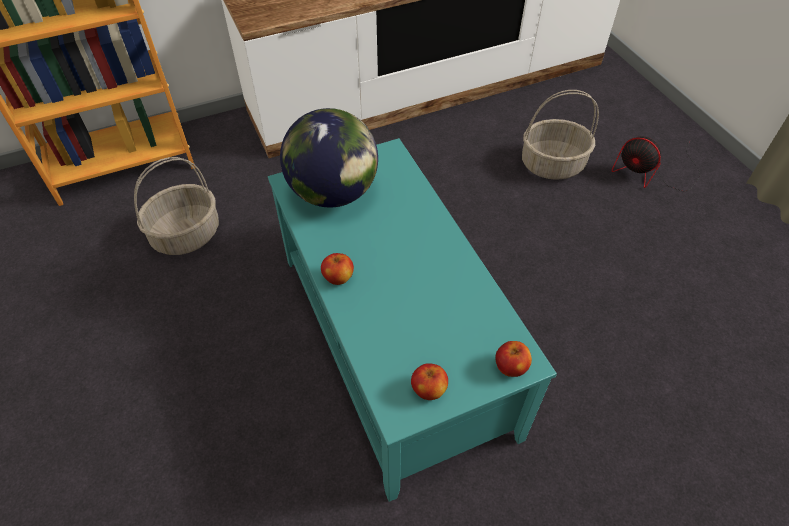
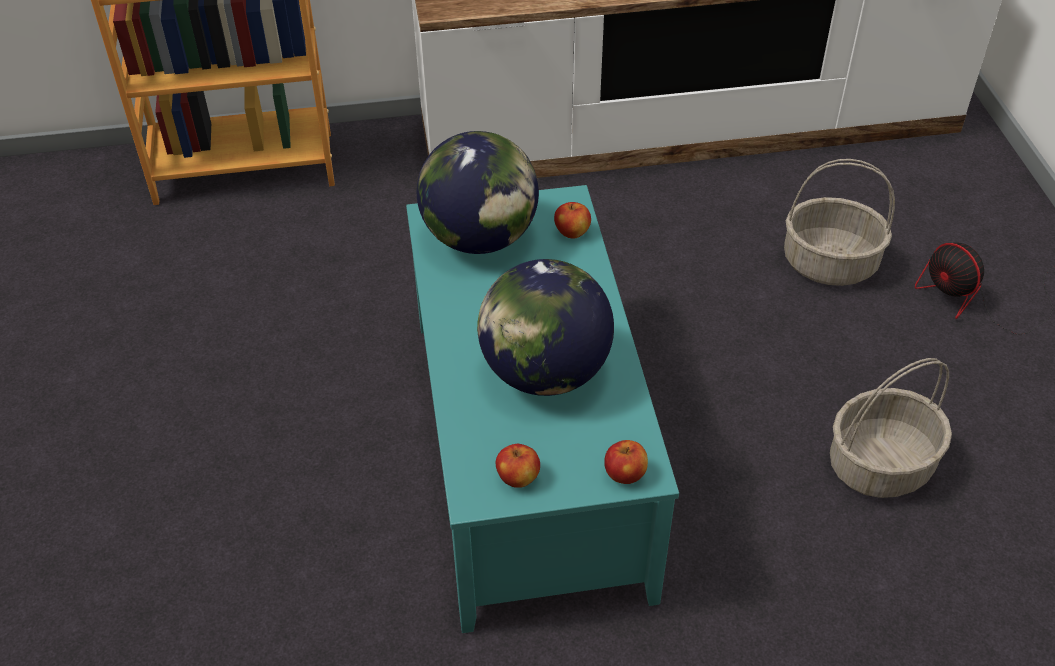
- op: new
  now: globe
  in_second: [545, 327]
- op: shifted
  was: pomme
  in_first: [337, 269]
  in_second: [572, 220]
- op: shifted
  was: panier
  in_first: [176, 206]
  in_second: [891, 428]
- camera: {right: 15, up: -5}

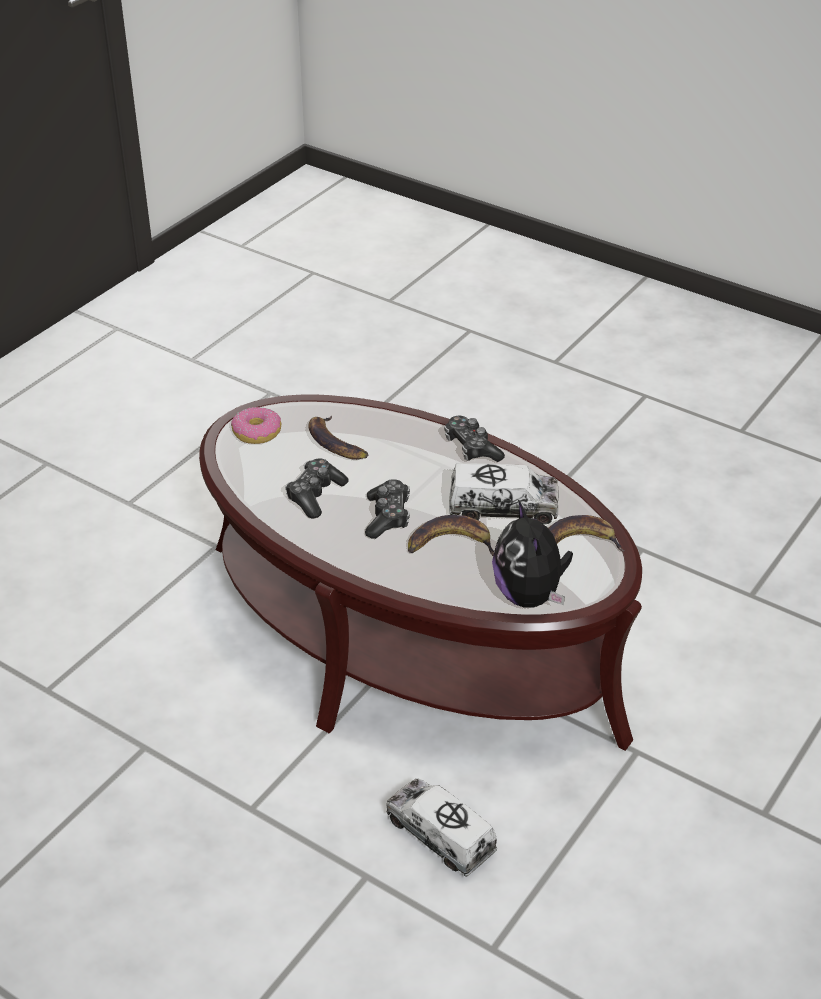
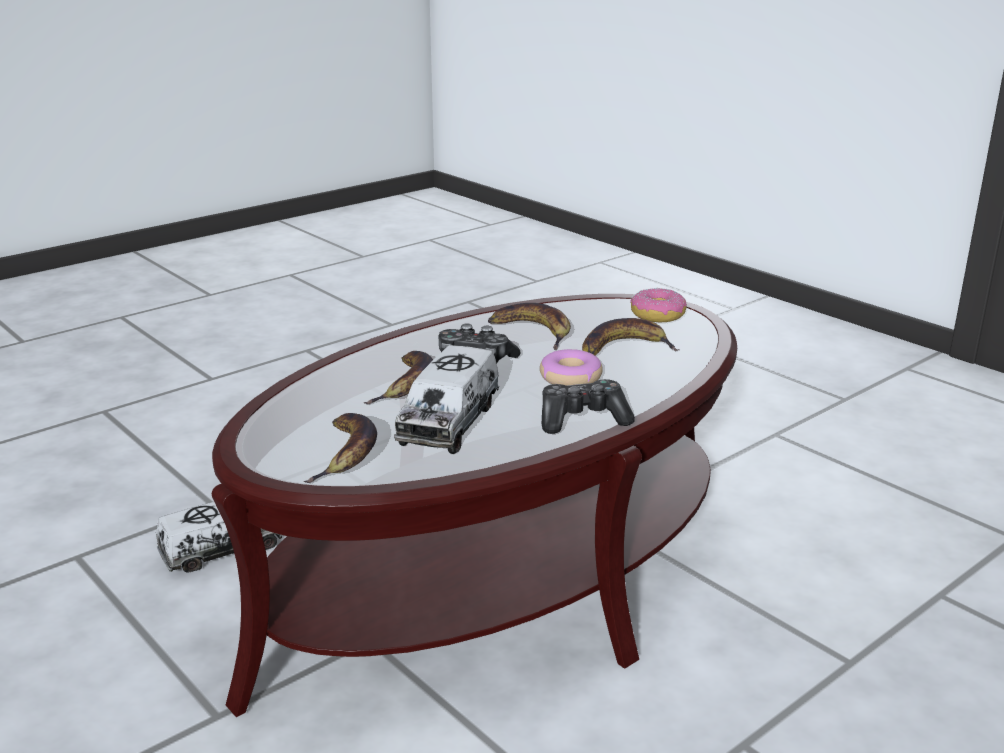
- op: swapped
  was: manette
  now: banane
  in_first: [317, 488]
  in_second: [529, 326]
- op: new
  now: beignet
  in_second: [571, 367]
- op: gone
  was: peluche
  in_first: [532, 554]
- camera: {right: 105, up: -15}

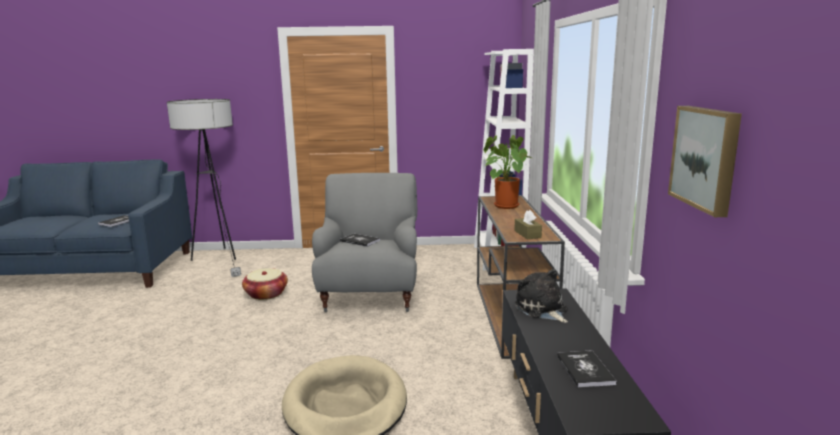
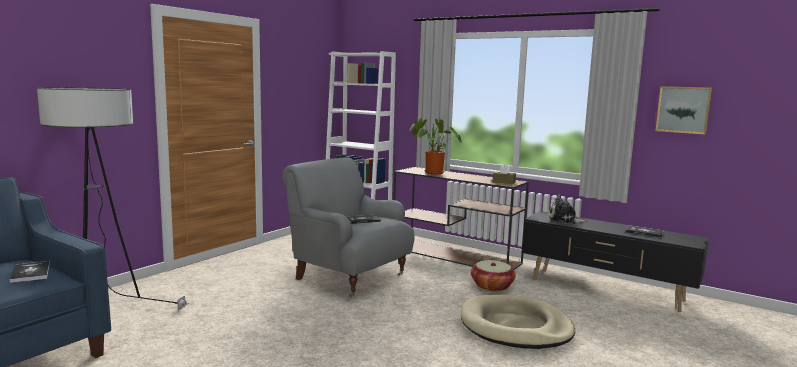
- op: shifted
  was: panier
  in_first: [265, 284]
  in_second: [493, 275]
- camera: {right: -55, up: -5}

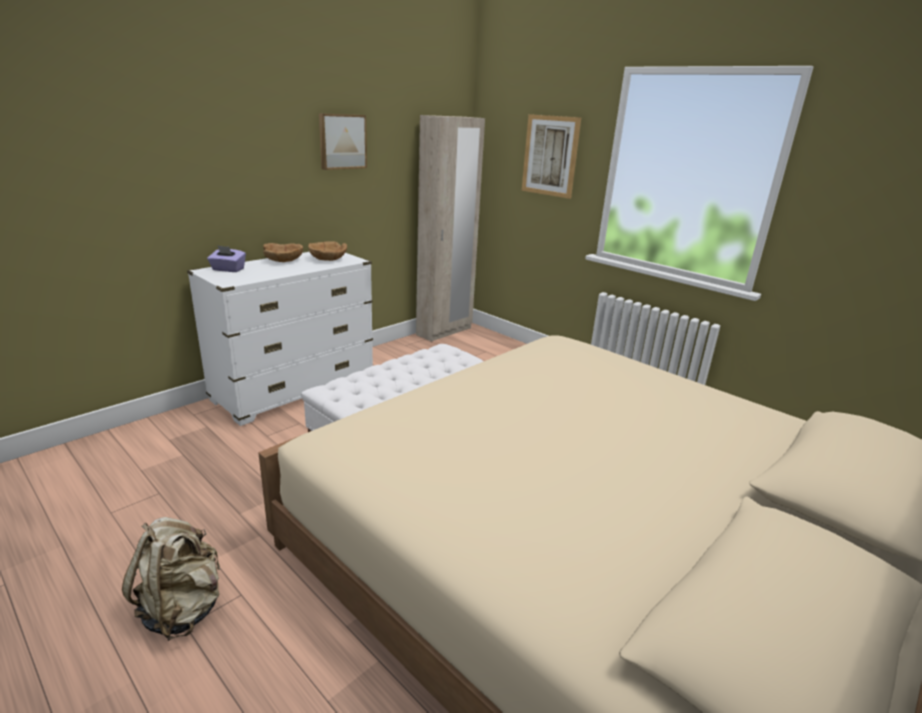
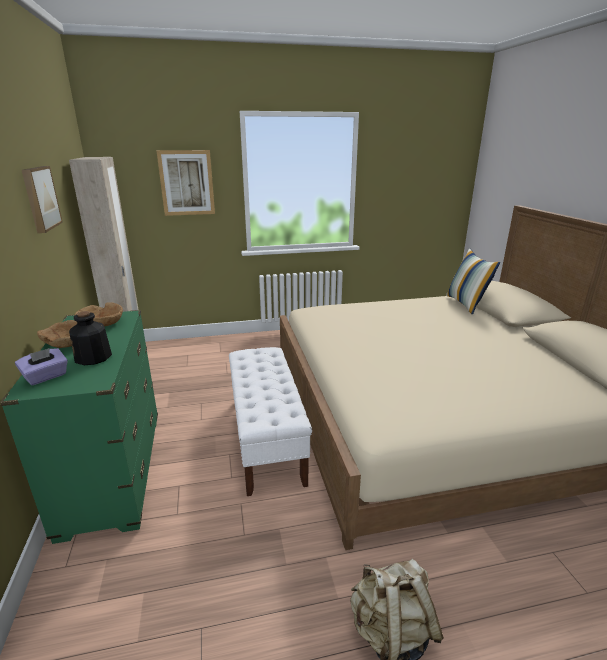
- op: repainted
  was: commode/blanc
  now: commode/vert
  in_first: [280, 339]
  in_second: [79, 427]
- op: new
  now: bouteille
  in_second: [90, 338]
- op: new
  now: coussin
  in_second: [473, 281]
- camera: {right: -55, up: 0}

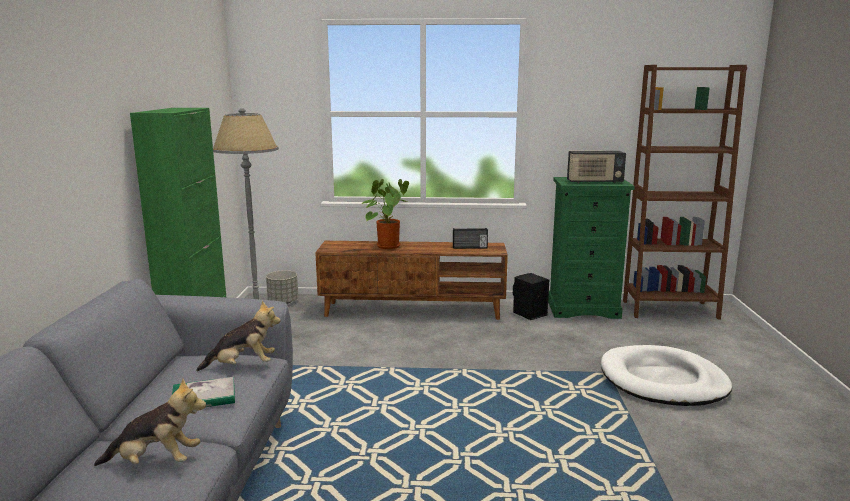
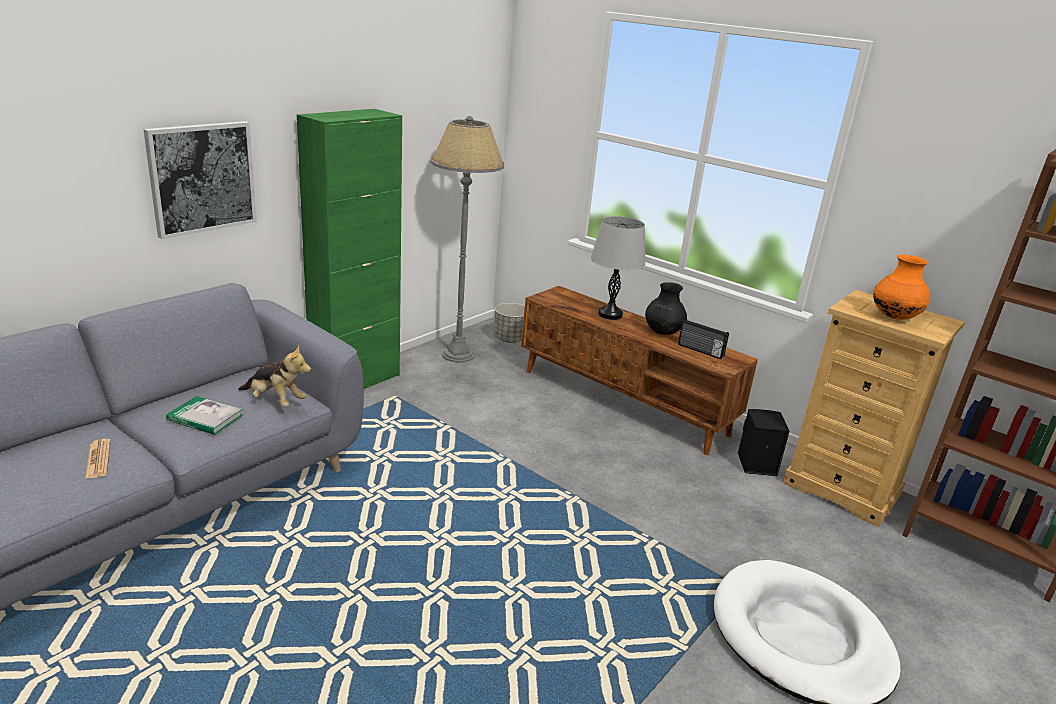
- op: swapped
  was: peluche
  now: journal
  in_first: [150, 422]
  in_second: [98, 458]
- op: new
  now: tableau
  in_second: [200, 180]
- op: swapped
  was: plante en pot
  now: lampe de table/gris
  in_first: [385, 214]
  in_second: [618, 268]
- op: new
  now: vase/noir
  in_second: [666, 308]
- op: repainted
  was: commode/vert
  now: commode/beige
  in_first: [591, 248]
  in_second: [874, 408]
- op: swapped
  was: radio
  now: vase/orange
  in_first: [596, 167]
  in_second: [901, 287]
- camera: {right: 35, up: 10}

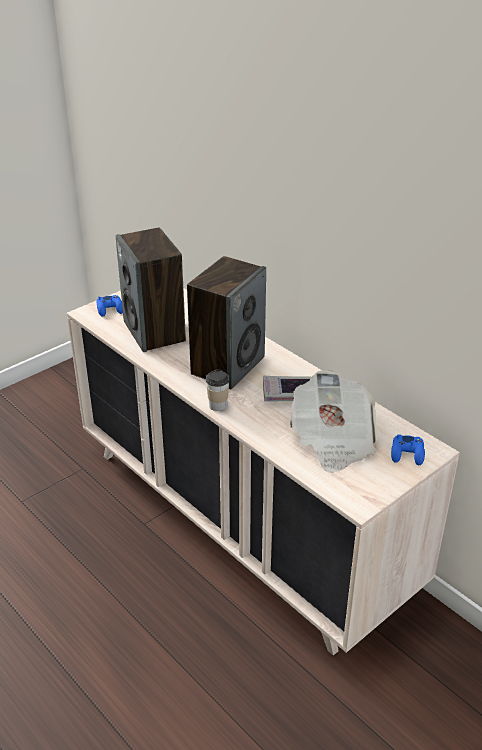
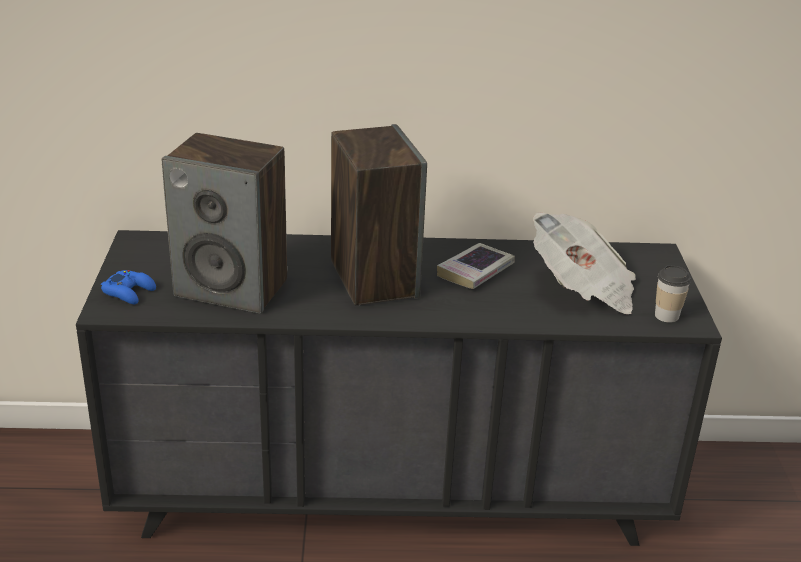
- op: repainted
  was: commode/beige
  now: commode/noir
  in_first: [263, 471]
  in_second: [399, 388]
- op: shifted
  was: tasse
  in_first: [218, 390]
  in_second: [673, 294]
- op: gone
  was: manette/bleu
  in_first: [408, 449]
- camera: {right: -50, up: -5}

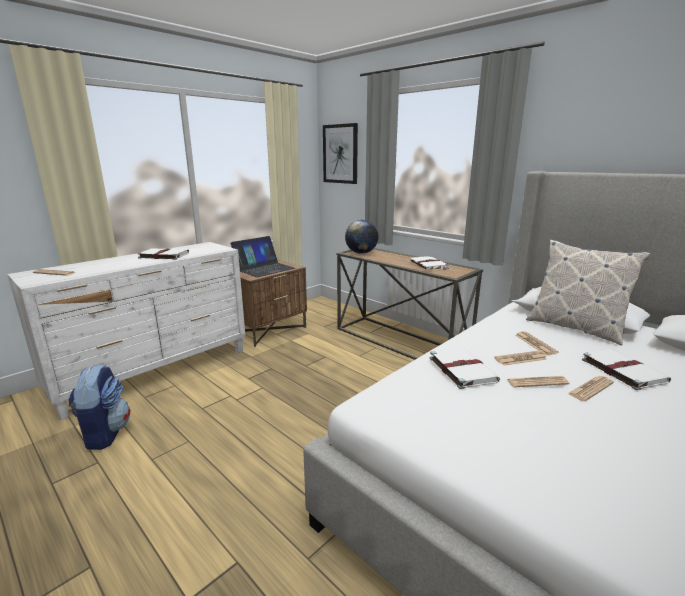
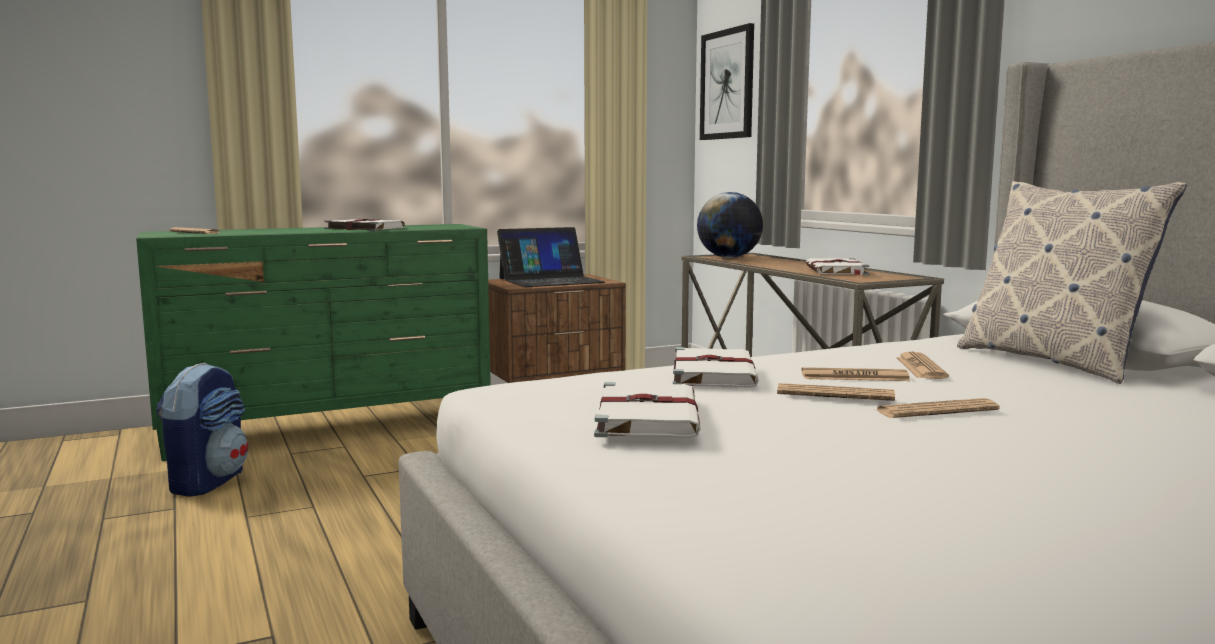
- op: repainted
  was: commode/blanc
  now: commode/vert
  in_first: [126, 331]
  in_second: [313, 342]
- op: shifted
  was: livre/blanc
  in_first: [626, 369]
  in_second: [647, 410]
- camera: {right: 20, up: -10}

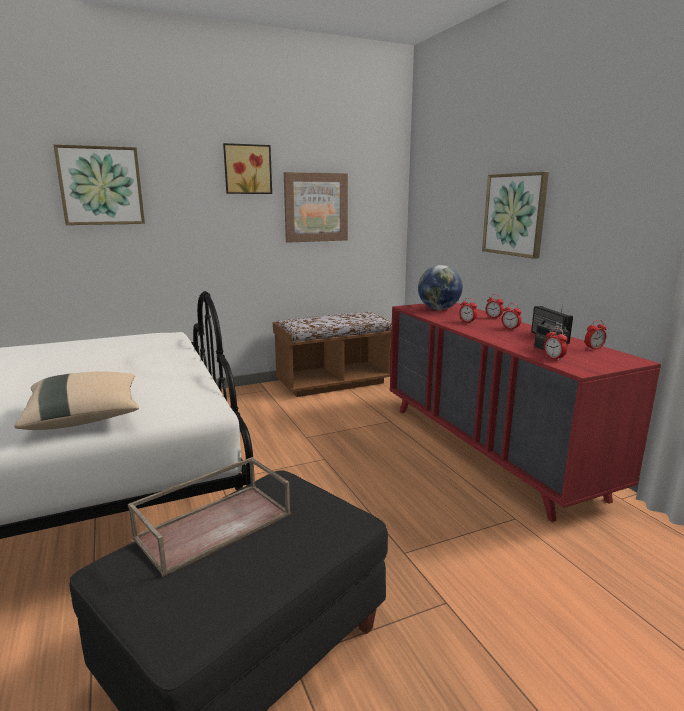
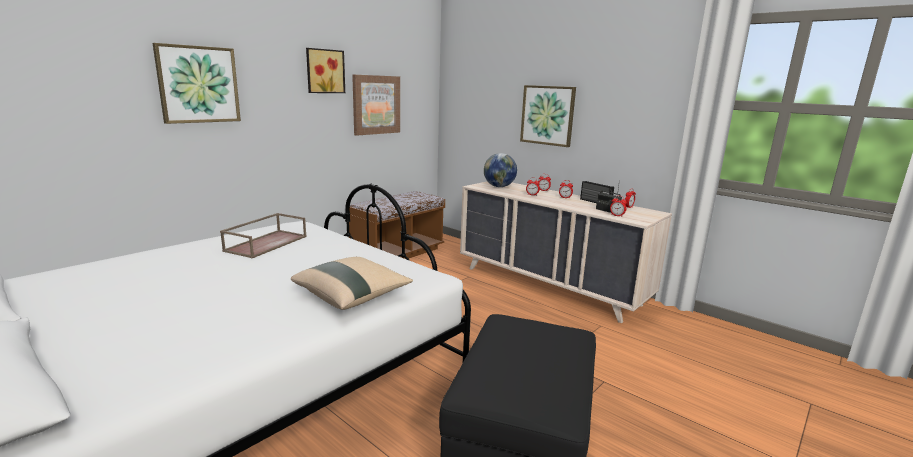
- op: shifted
  was: plateau/marron
  in_first: [209, 517]
  in_second: [263, 235]
- op: repainted
  was: commode/rouge
  now: commode/beige
  in_first: [525, 412]
  in_second: [566, 252]
- camera: {right: -25, up: 0}

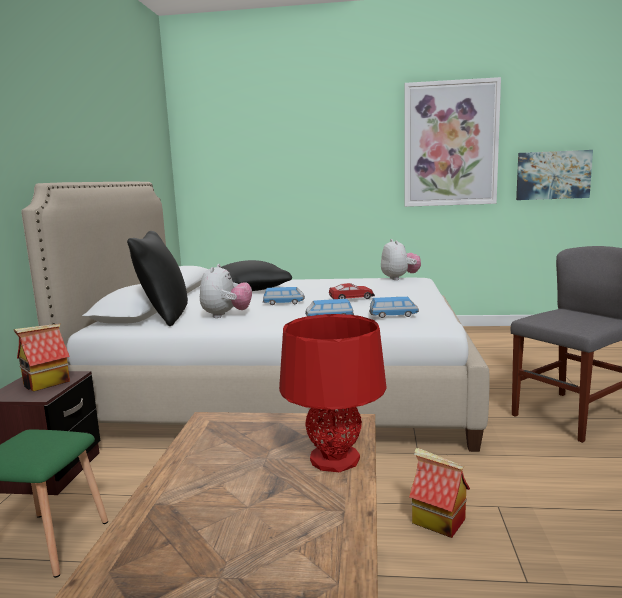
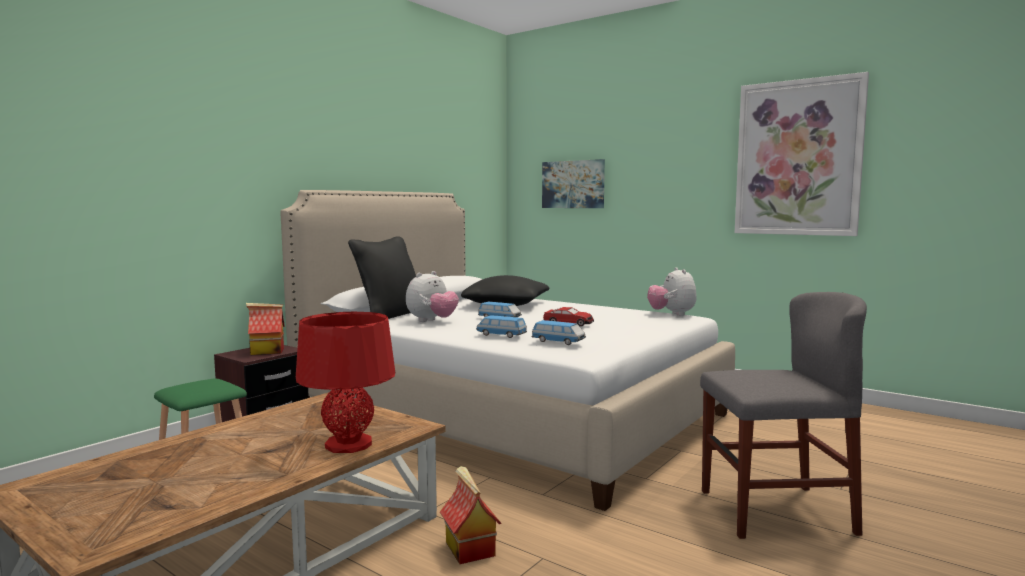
- op: shifted
  was: tableau
  in_first: [554, 175]
  in_second: [573, 183]
- op: rotated
  was: peluche
  in_first: [401, 259]
  in_second: [672, 291]
  clockwise: 150
- camera: {right: 30, up: -5}

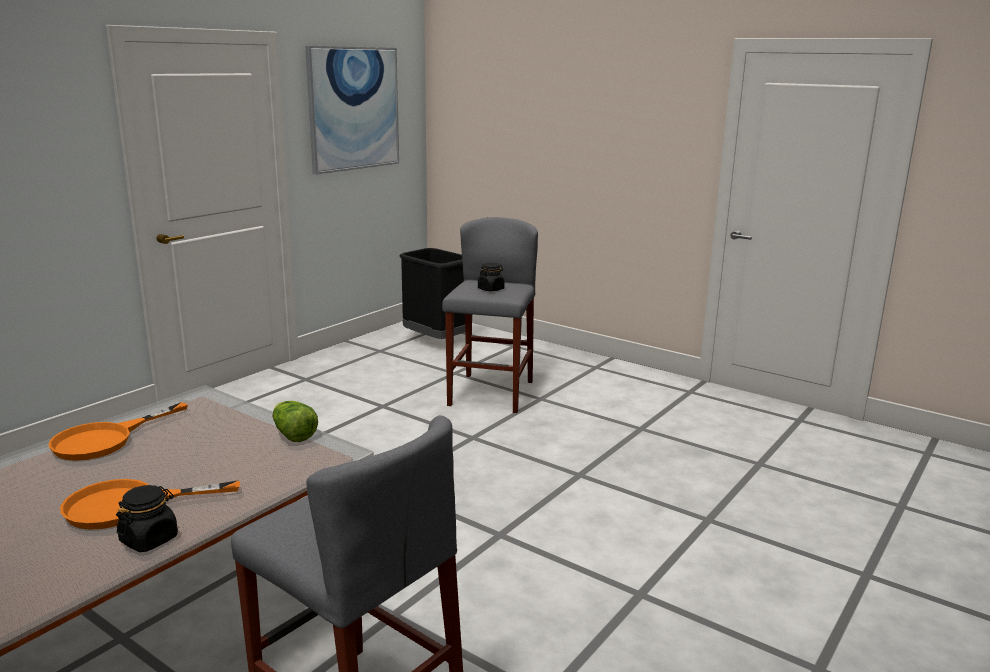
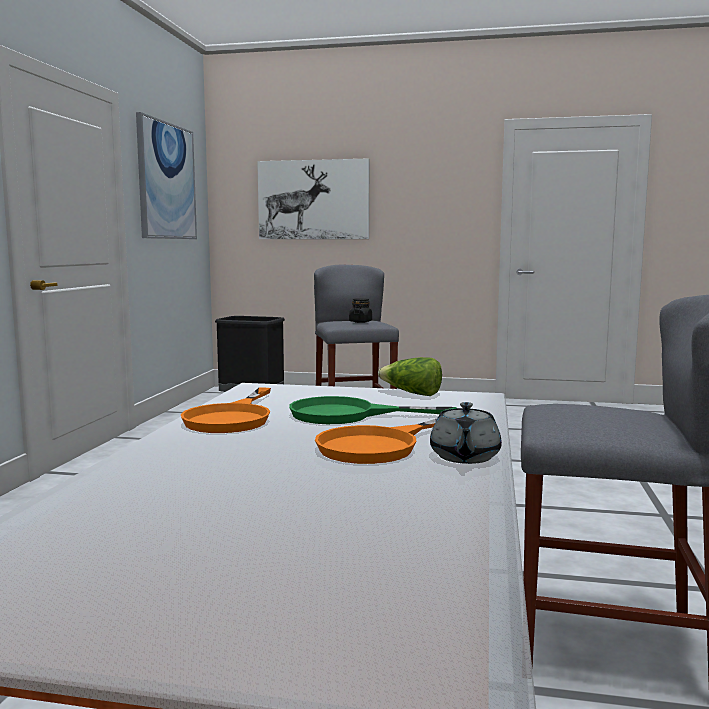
- op: new
  now: tableau
  in_second: [313, 198]
- op: new
  now: poêle/vert
  in_second: [372, 410]
- op: swapped
  was: bocal/noir
  now: théière/gris
  in_first: [147, 518]
  in_second: [466, 433]
- camera: {right: -25, up: -10}

